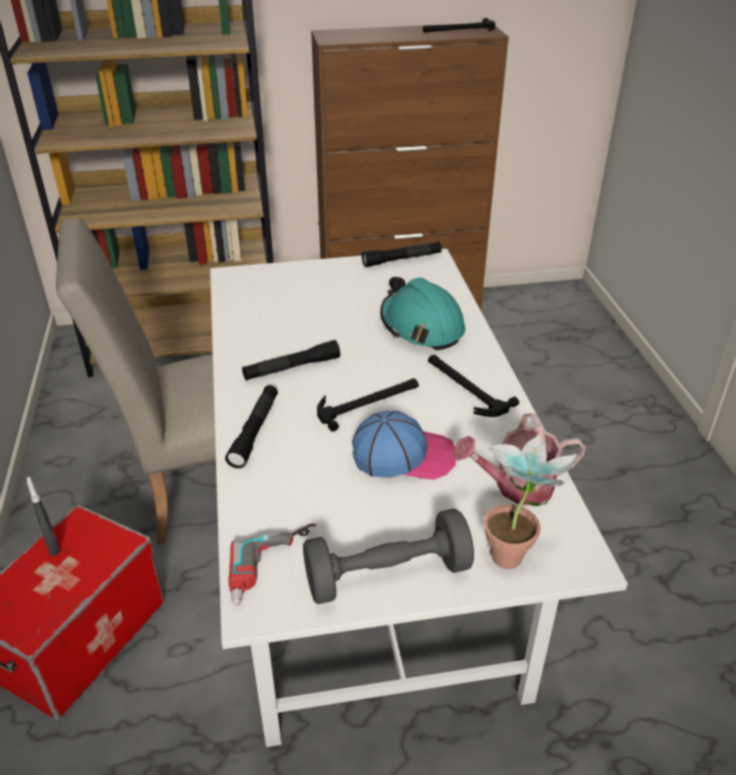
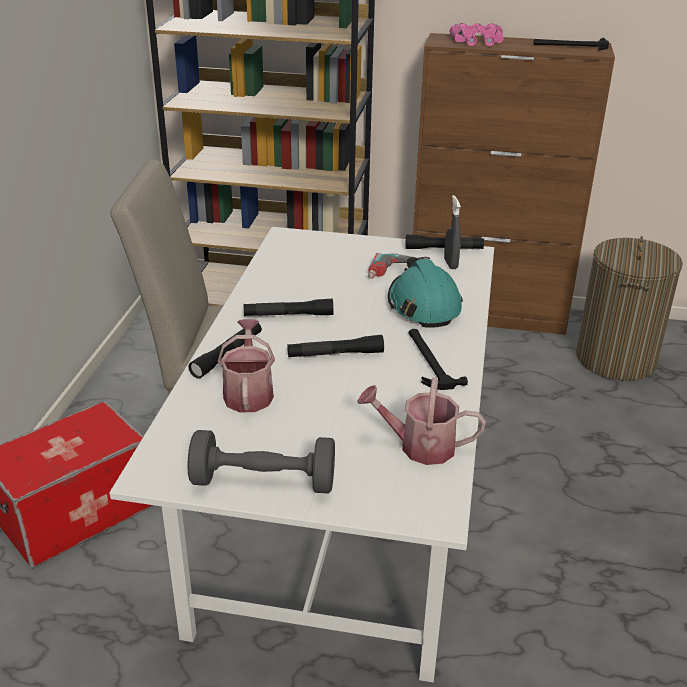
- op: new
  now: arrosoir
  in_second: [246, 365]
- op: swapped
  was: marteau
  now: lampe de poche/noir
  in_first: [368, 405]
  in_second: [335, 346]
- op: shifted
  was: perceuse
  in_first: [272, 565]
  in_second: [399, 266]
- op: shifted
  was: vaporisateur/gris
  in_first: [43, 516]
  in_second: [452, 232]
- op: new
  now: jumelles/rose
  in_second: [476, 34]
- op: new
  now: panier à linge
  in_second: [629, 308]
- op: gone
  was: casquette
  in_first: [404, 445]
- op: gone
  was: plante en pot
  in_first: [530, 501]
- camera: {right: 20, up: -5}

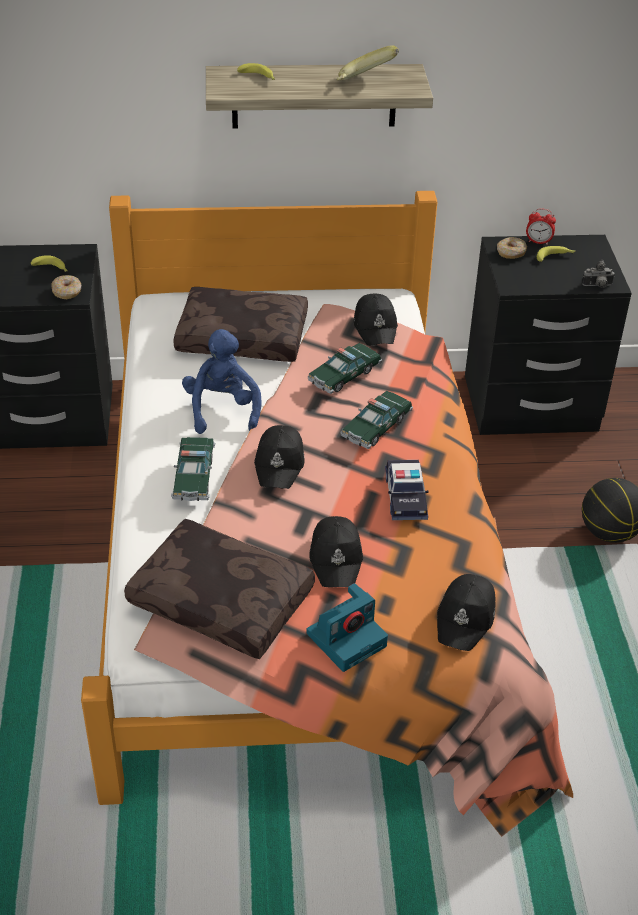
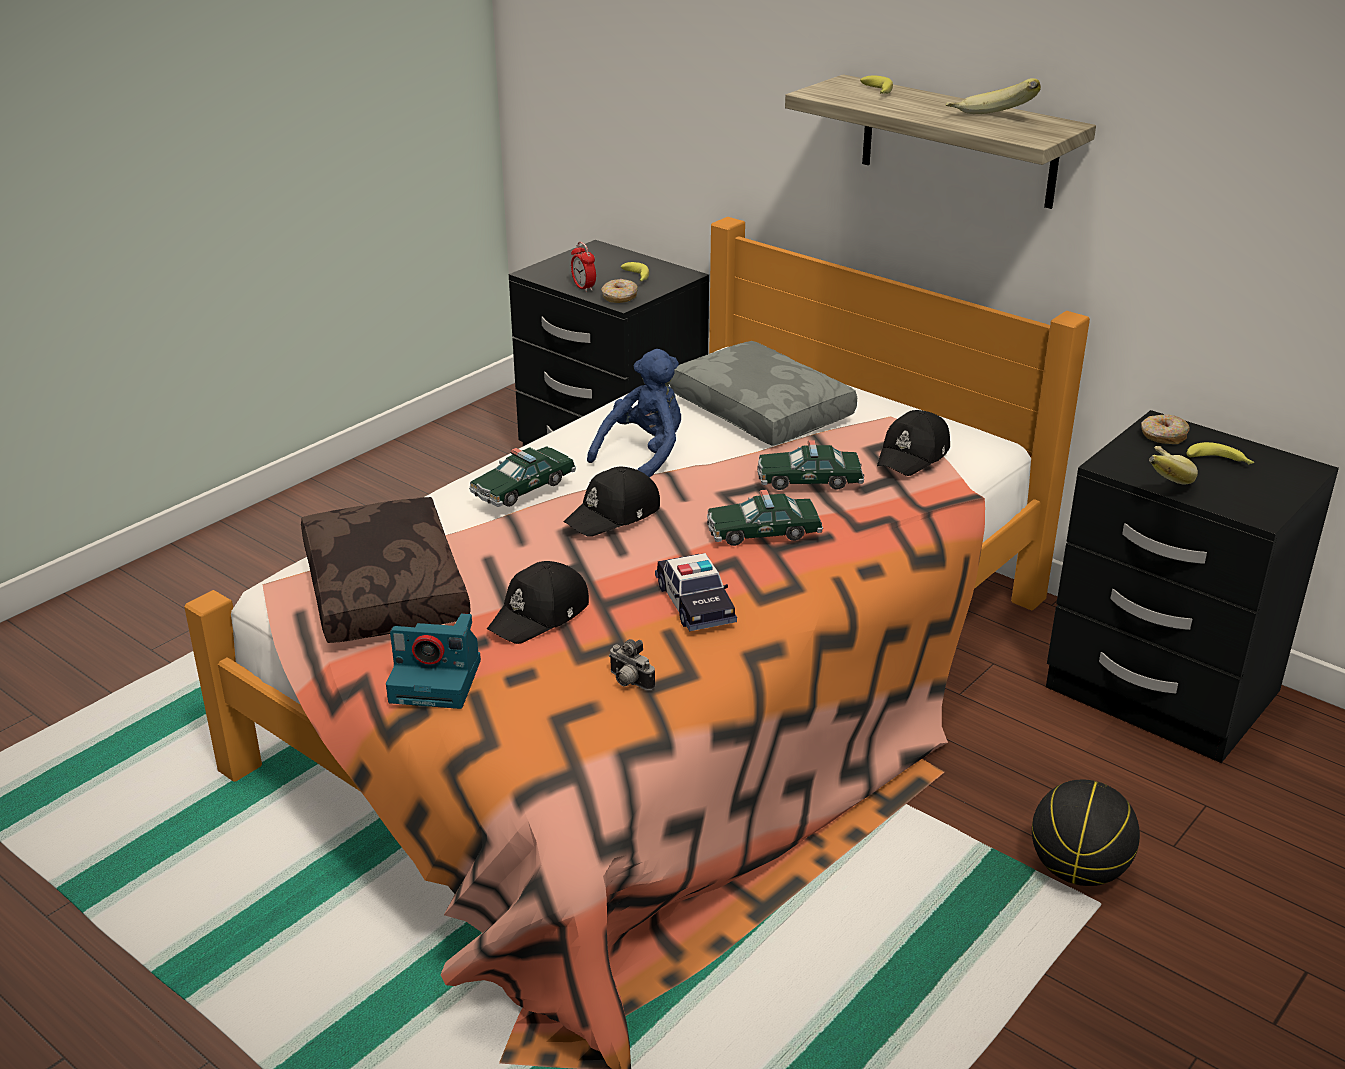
- op: shifted
  was: réveil
  in_first: [541, 226]
  in_second: [583, 267]
- op: shifted
  was: appareil photo
  in_first: [598, 274]
  in_second: [632, 665]
- op: rotated
  was: petite voiture
  in_first: [406, 490]
  in_second: [696, 592]
  clockwise: -60
- op: repainted
  was: coussin/marron
  now: coussin/gris
  in_first: [240, 324]
  in_second: [763, 393]
- op: new
  now: banane
  in_second: [1173, 465]
- op: gone
  was: casquette/noir
  in_first: [466, 612]
- camera: {right: 45, up: -10}

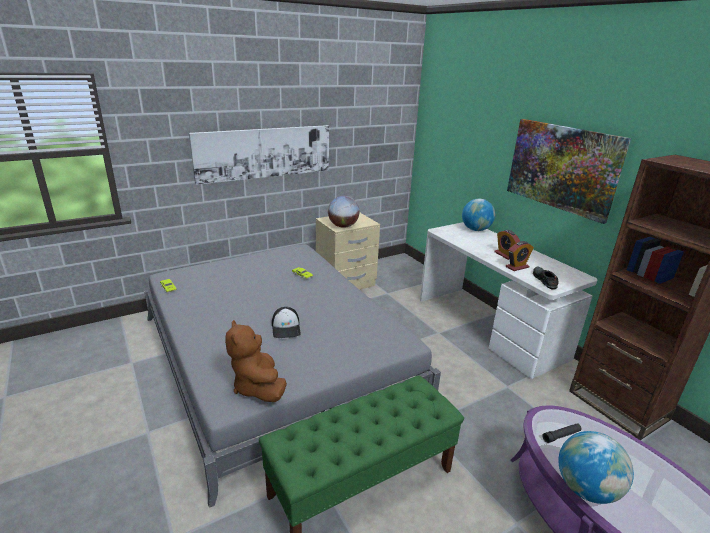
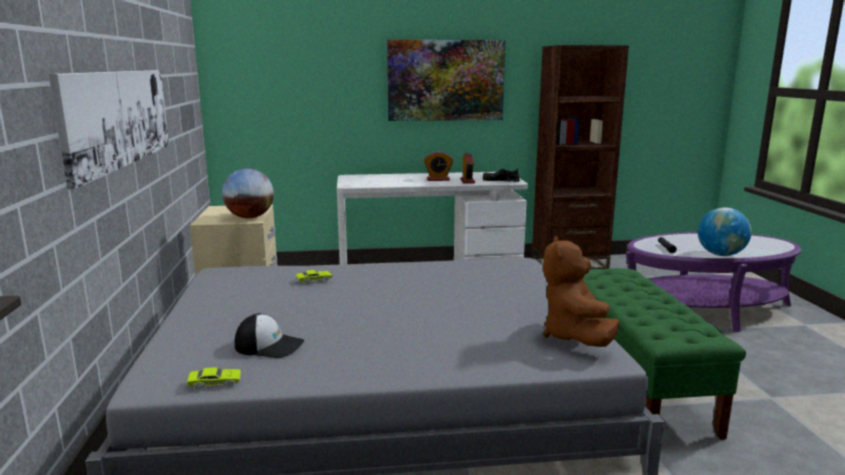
- op: shifted
  was: casquette
  in_first: [286, 322]
  in_second: [269, 335]
- op: rotated
  was: peluche/marron
  in_first: [256, 361]
  in_second: [581, 291]
  clockwise: 90
- op: gone
  was: globe
  in_first: [478, 215]
- camera: {right: -65, up: -10}

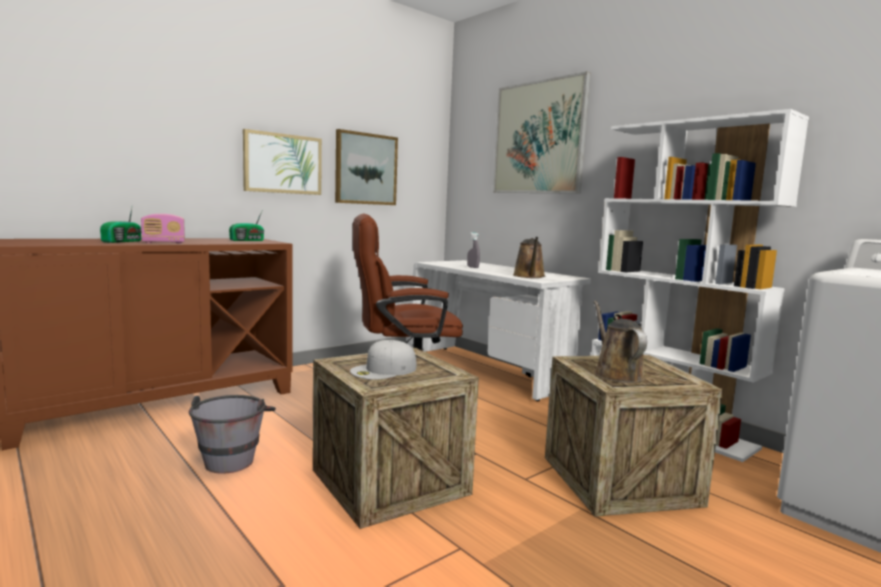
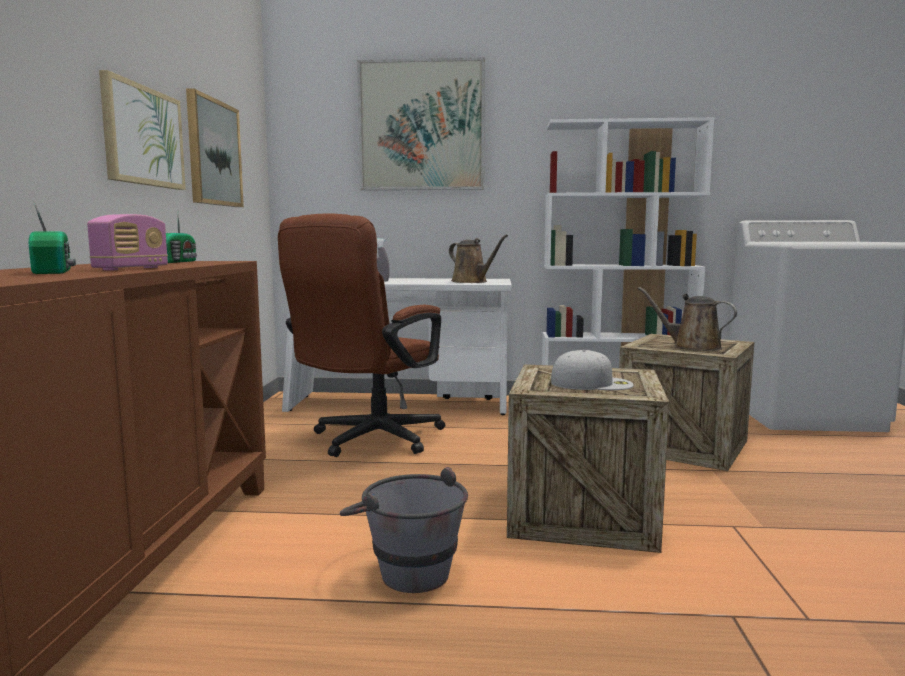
- op: rotated
  was: casquette/blanc
  in_first: [383, 360]
  in_second: [592, 370]
  clockwise: -90
- camera: {right: -45, up: 0}

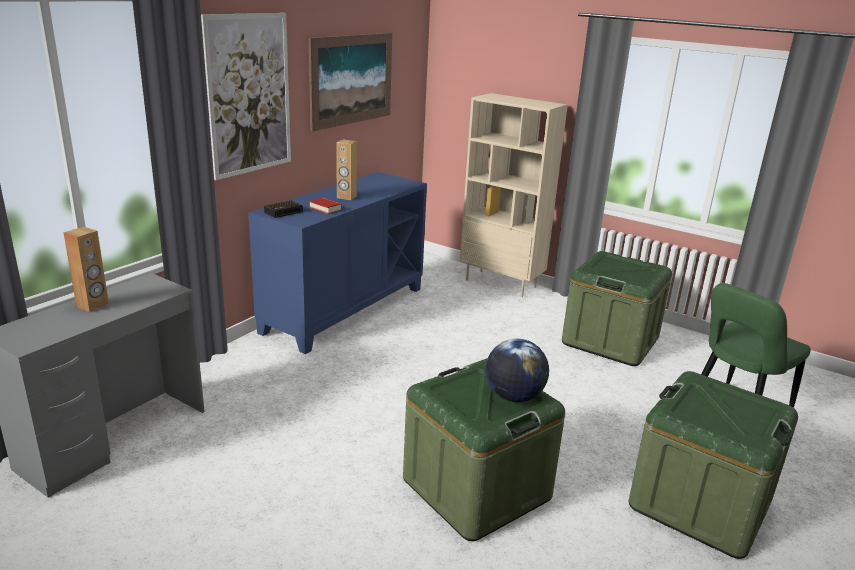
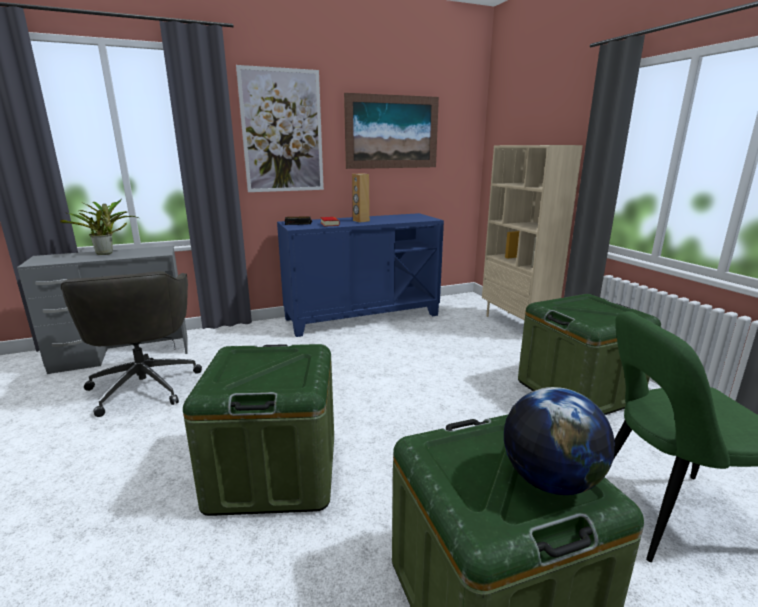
- op: swapped
  was: enceinte/marron
  now: plante en pot
  in_first: [86, 269]
  in_second: [99, 226]
- op: new
  now: chaise de bureau/gris
  in_second: [131, 344]
- op: shifted
  was: globe
  in_first: [517, 370]
  in_second: [559, 441]
- camera: {right: 35, up: -5}

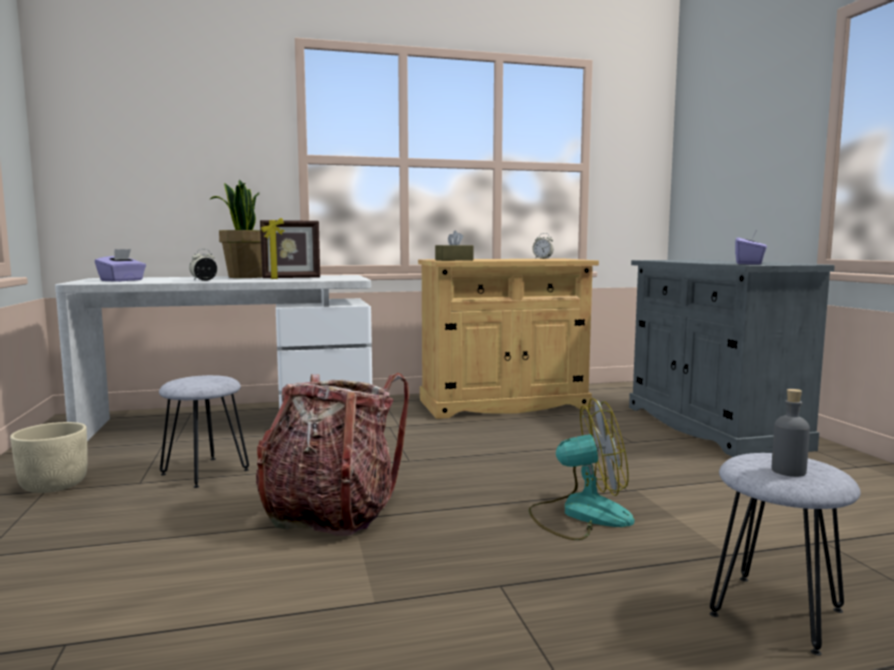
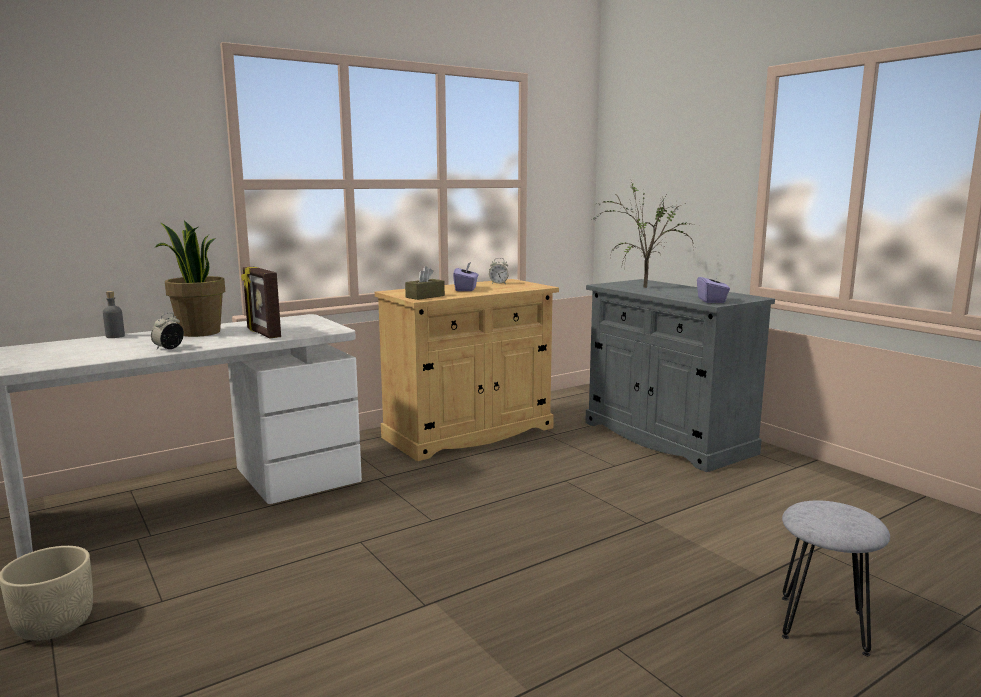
- op: shifted
  was: bouteille/gris
  in_first: [791, 433]
  in_second: [114, 314]
- op: rotated
  was: cadre photo
  in_first: [290, 248]
  in_second: [261, 302]
  clockwise: 90
- op: shifted
  was: boîte à mouchoirs/violet
  in_first: [120, 265]
  in_second: [465, 276]
- op: new
  now: plante en pot
  in_second: [643, 235]
- op: gone
  was: tabouret/gris
  in_first: [204, 431]
- op: gone
  was: sac à dos
  in_first: [332, 454]
- op: gone
  was: ventilateur
  in_first: [581, 469]
- camera: {right: -20, up: 5}

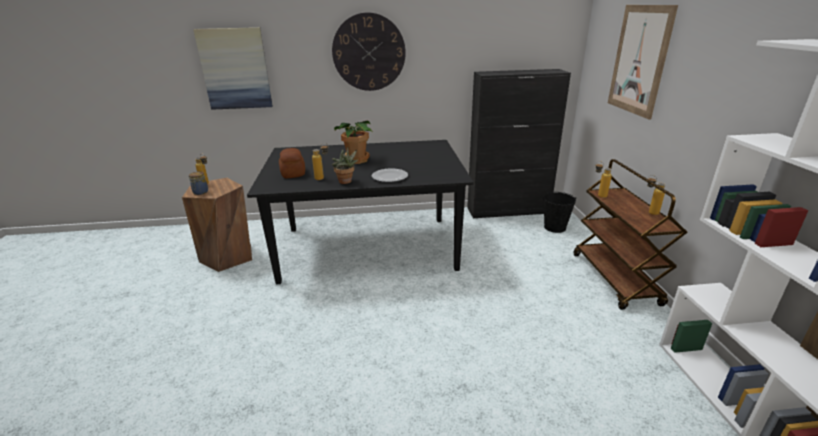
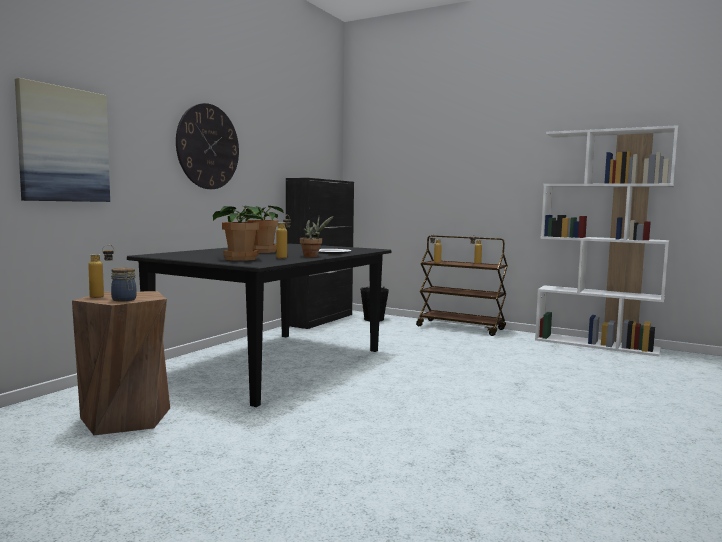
- op: swapped
  was: pain
  now: plante en pot
  in_first: [292, 163]
  in_second: [238, 233]
- op: gone
  was: tableau
  in_first: [643, 62]
- camera: {right: -55, up: -20}

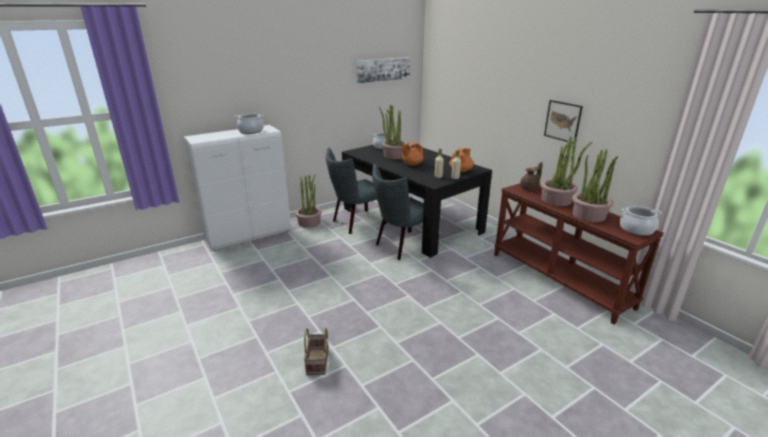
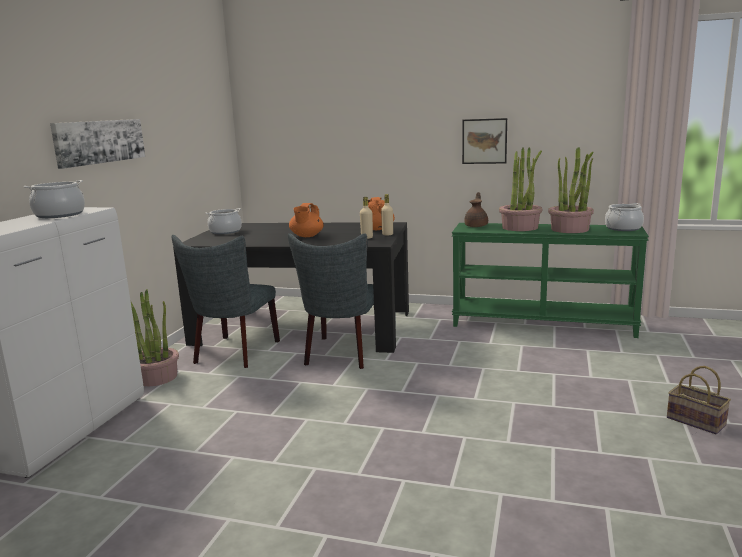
- op: shifted
  was: tableau
  in_first: [383, 70]
  in_second: [97, 144]
- op: repainted
  was: table console/marron
  now: table console/vert
  in_first: [579, 253]
  in_second: [550, 280]
- op: shifted
  was: panier
  in_first: [316, 351]
  in_second: [699, 400]
- op: gone
  was: plante en pot
  in_first: [394, 132]
- camera: {right: -40, up: -10}

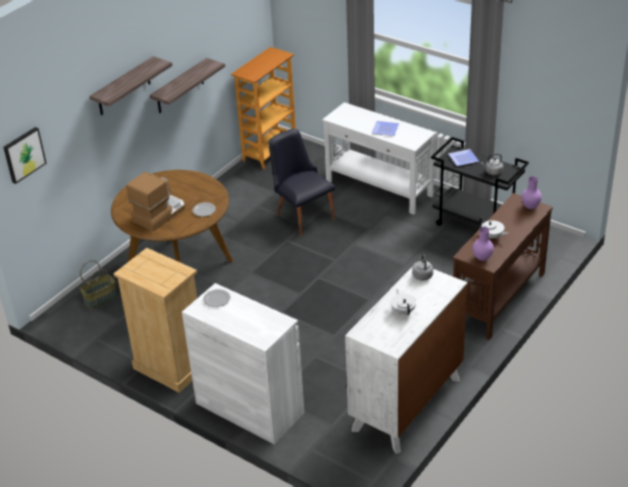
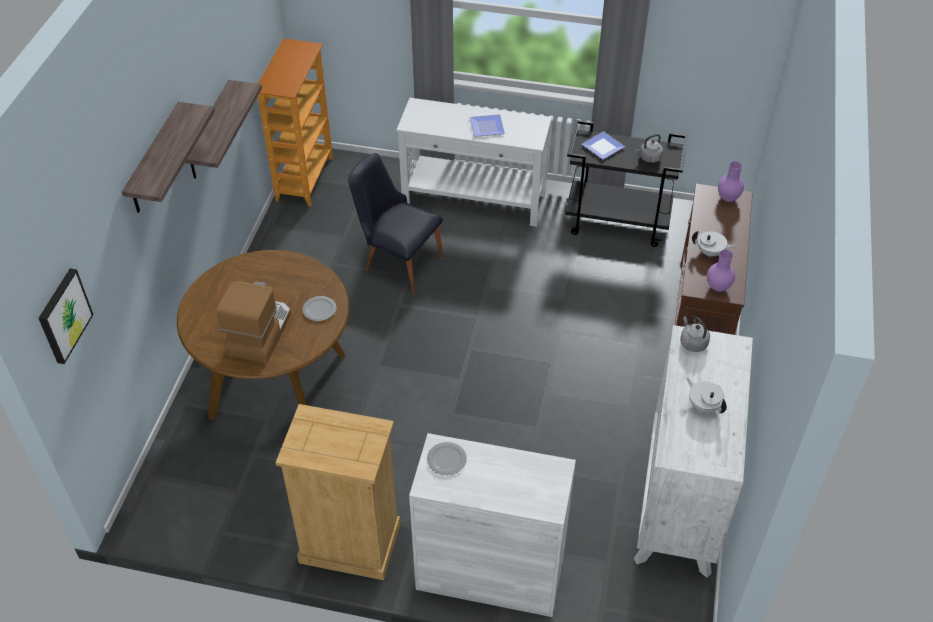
- op: gone
  was: panier
  in_first: [98, 284]
- camera: {right: -25, up: 10}

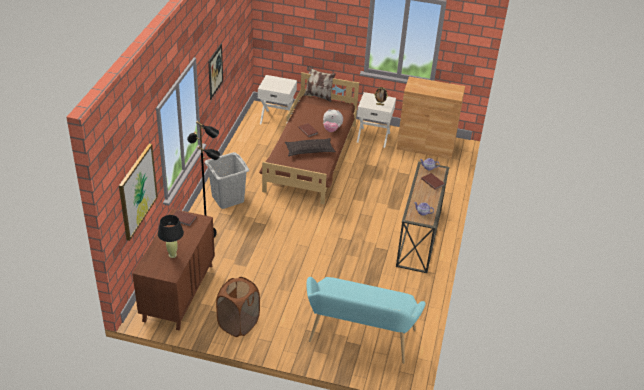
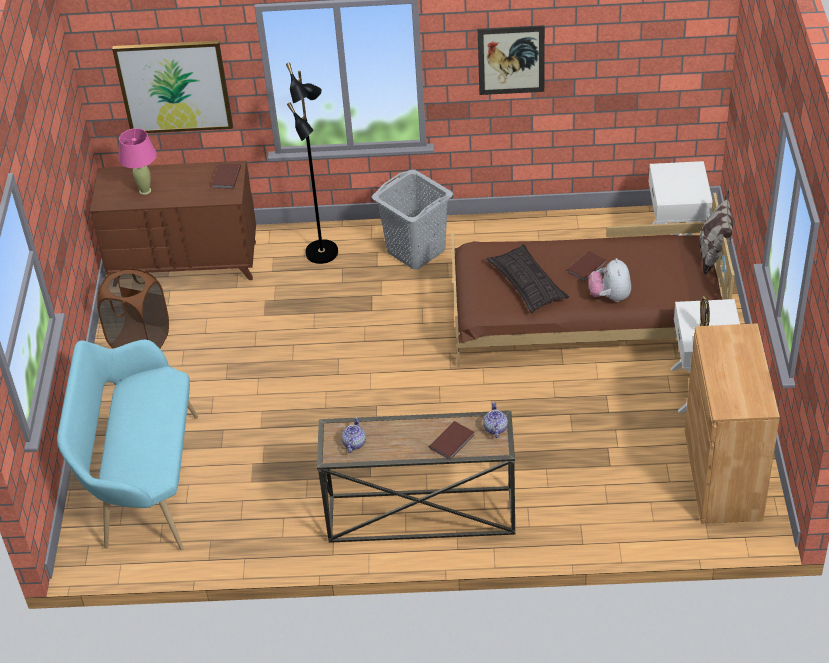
- op: repainted
  was: lampe de table/noir
  now: lampe de table/rose
  in_first: [171, 236]
  in_second: [137, 161]
- camera: {right: 80, up: 5}

